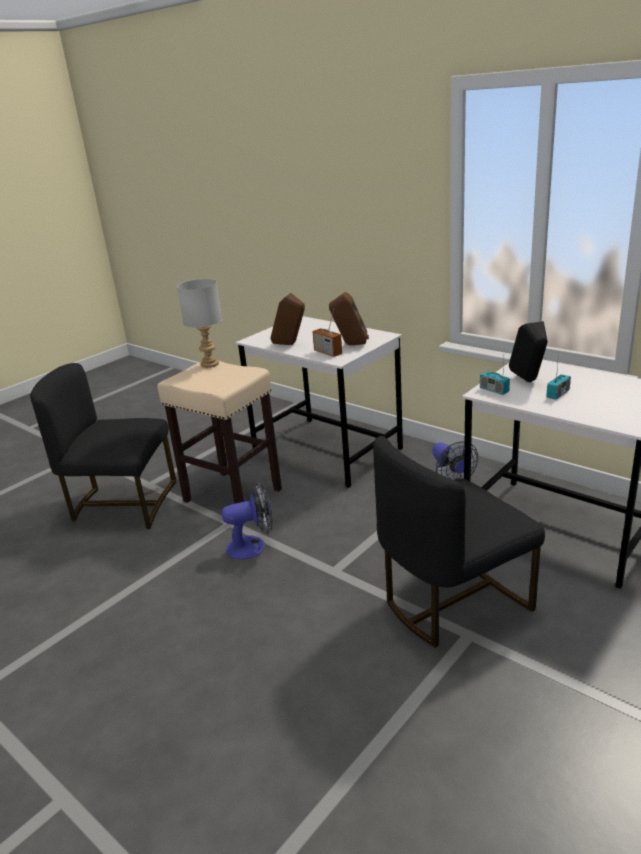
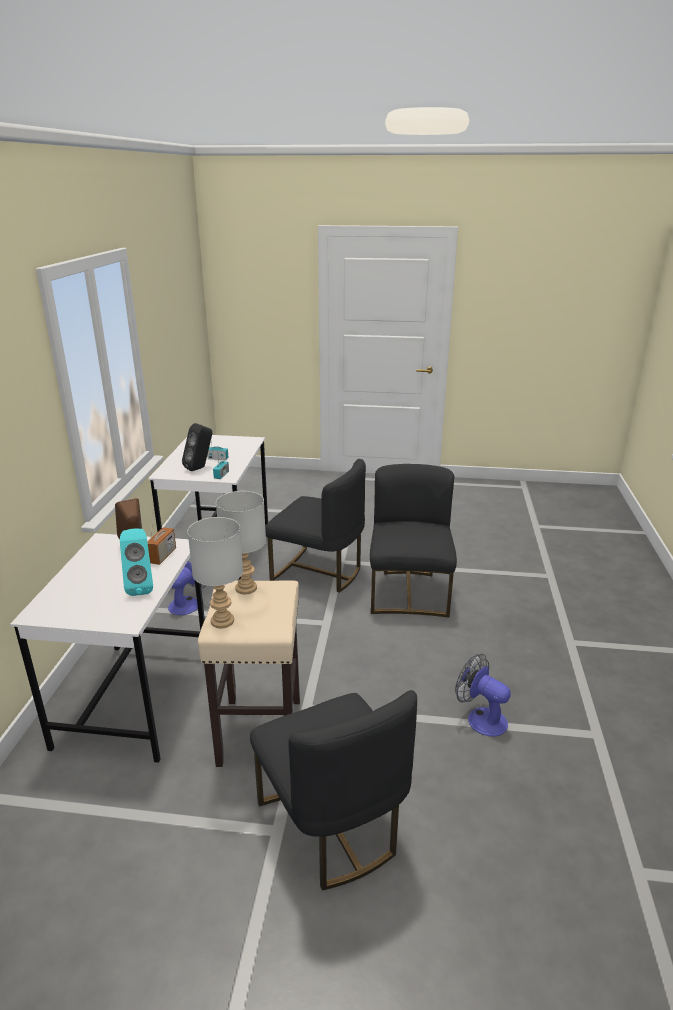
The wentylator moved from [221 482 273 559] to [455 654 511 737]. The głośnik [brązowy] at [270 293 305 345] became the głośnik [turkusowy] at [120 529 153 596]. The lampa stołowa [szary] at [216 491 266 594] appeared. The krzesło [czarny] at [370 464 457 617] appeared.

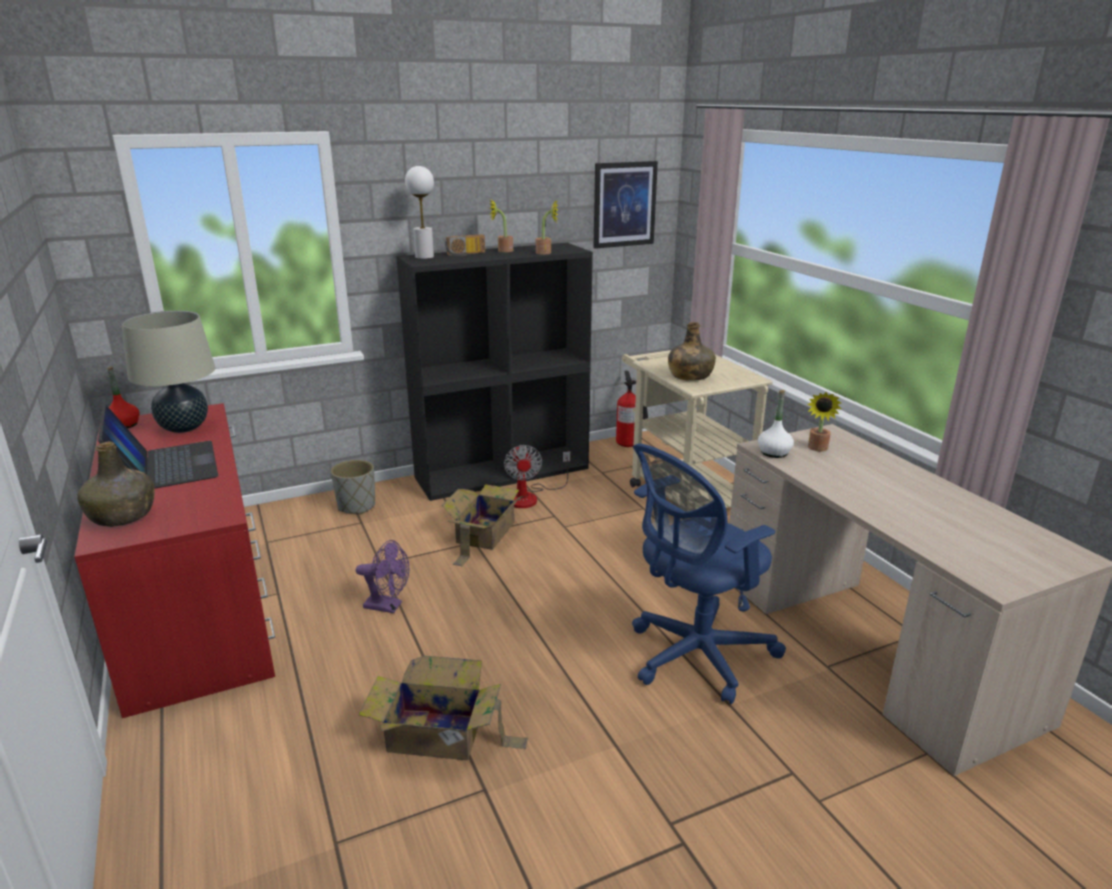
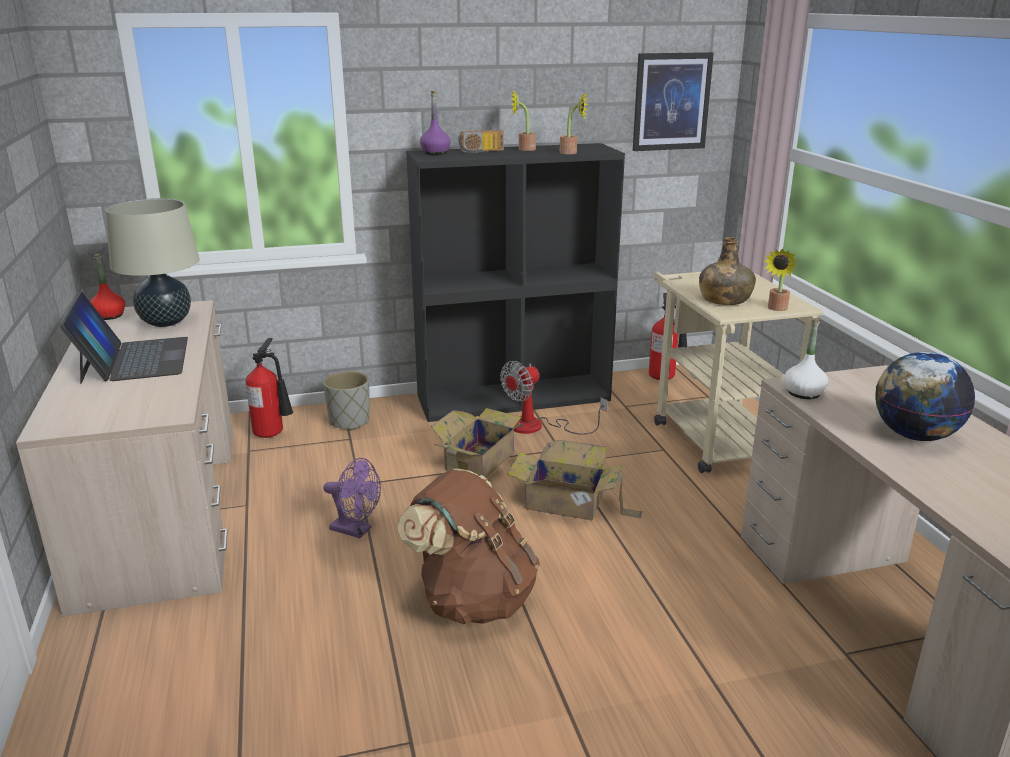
The biurko [czerwony] at [74 403 275 718] became the biurko [beżowy] at [16 300 233 617]. The butelka [zielony] at [77 441 155 527] disappeared. The karton moved from [359 656 528 760] to [507 440 642 520]. The lampa stołowa [biały] at [405 166 434 259] was replaced by the butelka [fioletowy] at [420 91 451 155]. The wentylator at [504 445 570 508] turned 45 degrees clockwise. The krzesło biurowe [niebieski] at [632 443 786 704] disappeared. The roślina doniczkowa moved from [807 392 842 452] to [763 249 797 311]. The gaśnica at [246 338 293 438] appeared. The plecak [brązowy] at [397 469 540 625] appeared. The globus at [875 352 975 441] appeared.

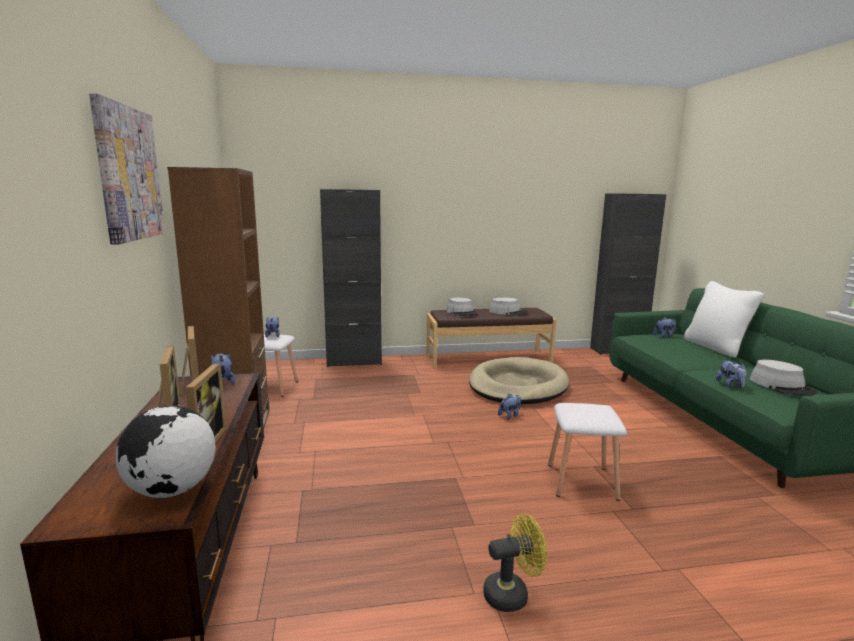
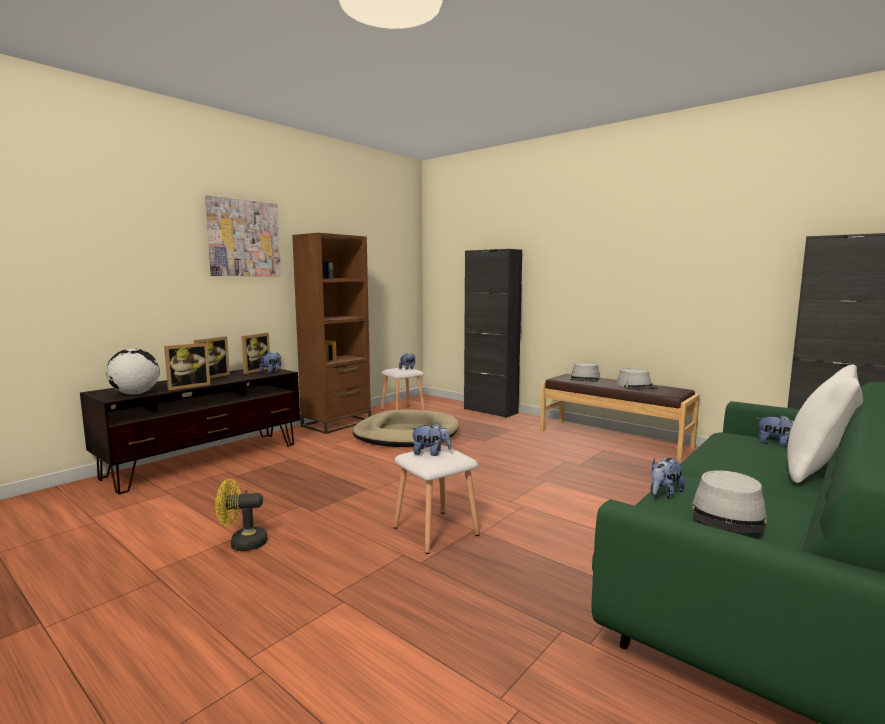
The legowisko [beżowy] moved from [469 357 569 404] to [353 409 459 447]. The wentylator [żółty] at [483 514 547 612] turned 135 degrees clockwise. The pluszak moved from [498 394 521 420] to [411 423 451 456].

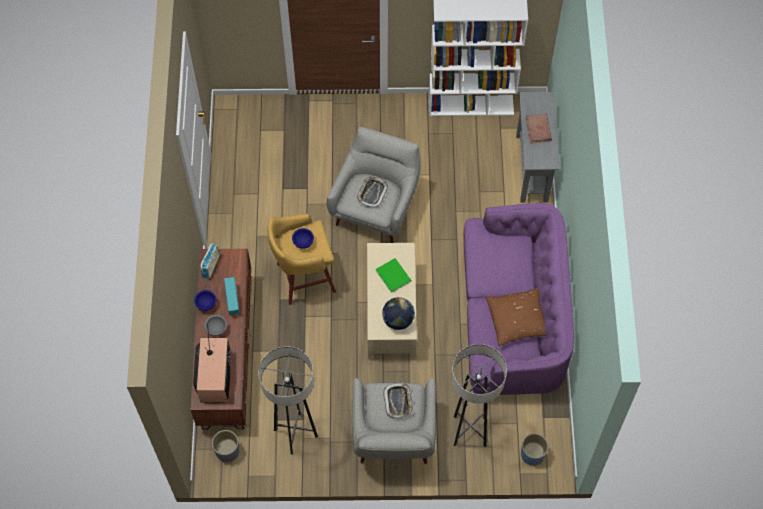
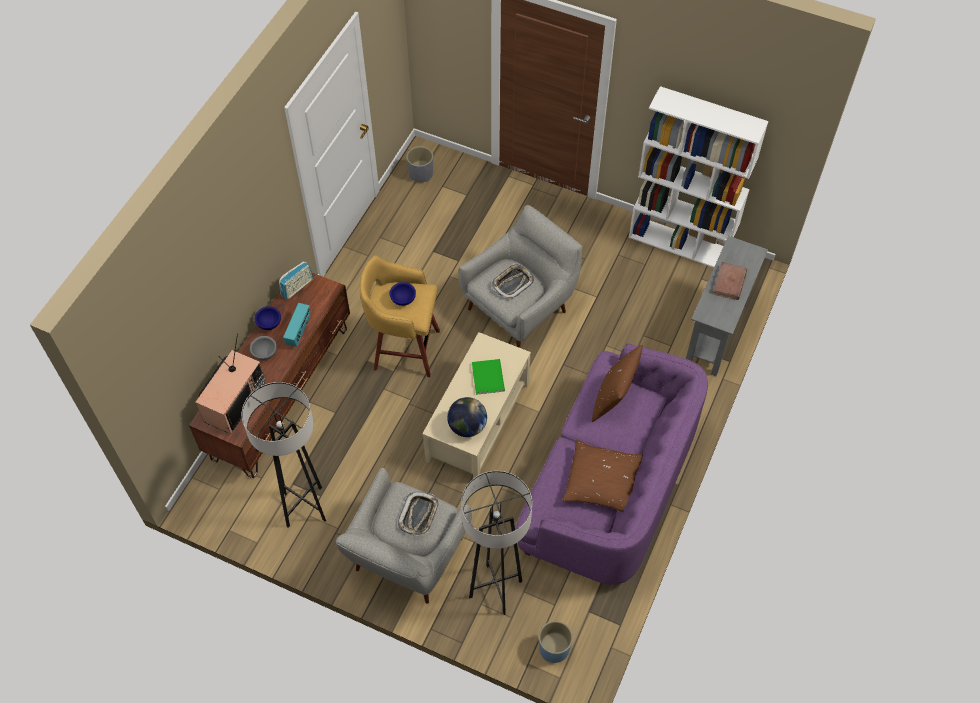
The donica [szary] moved from [212 430 240 462] to [406 146 433 182]. The poduszka [brązowy] at [592 345 642 422] appeared.

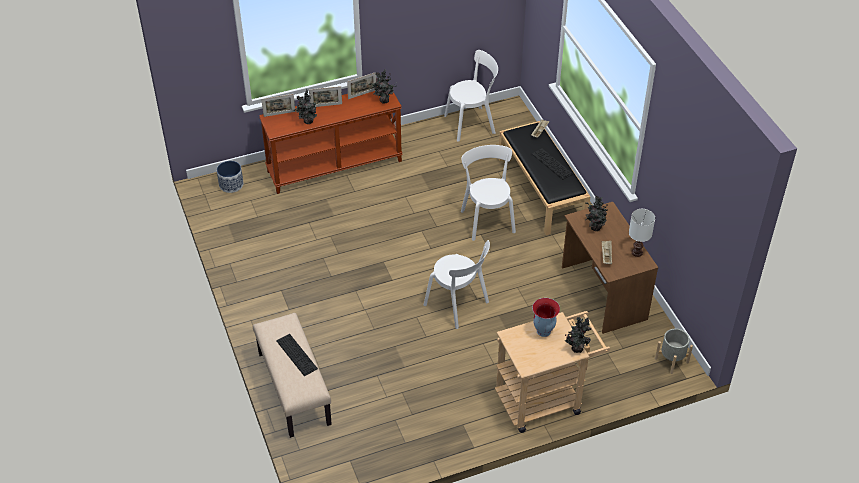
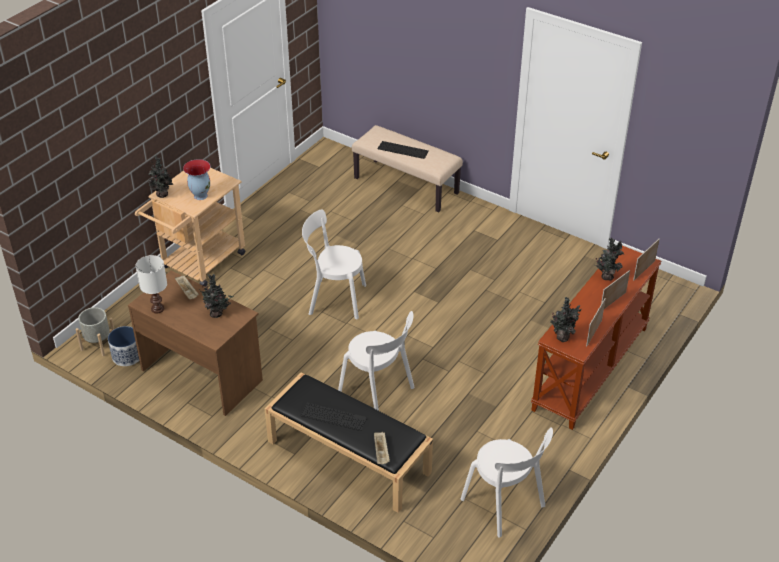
The donica moved from [217 161 243 193] to [108 326 139 366]. The krzesło [biały] at [444 50 498 142] turned 75 degrees counterclockwise.

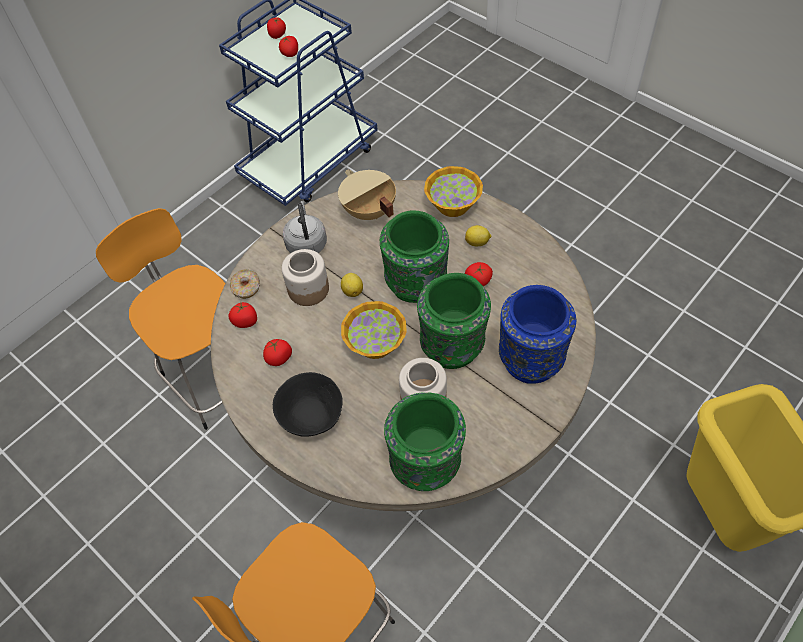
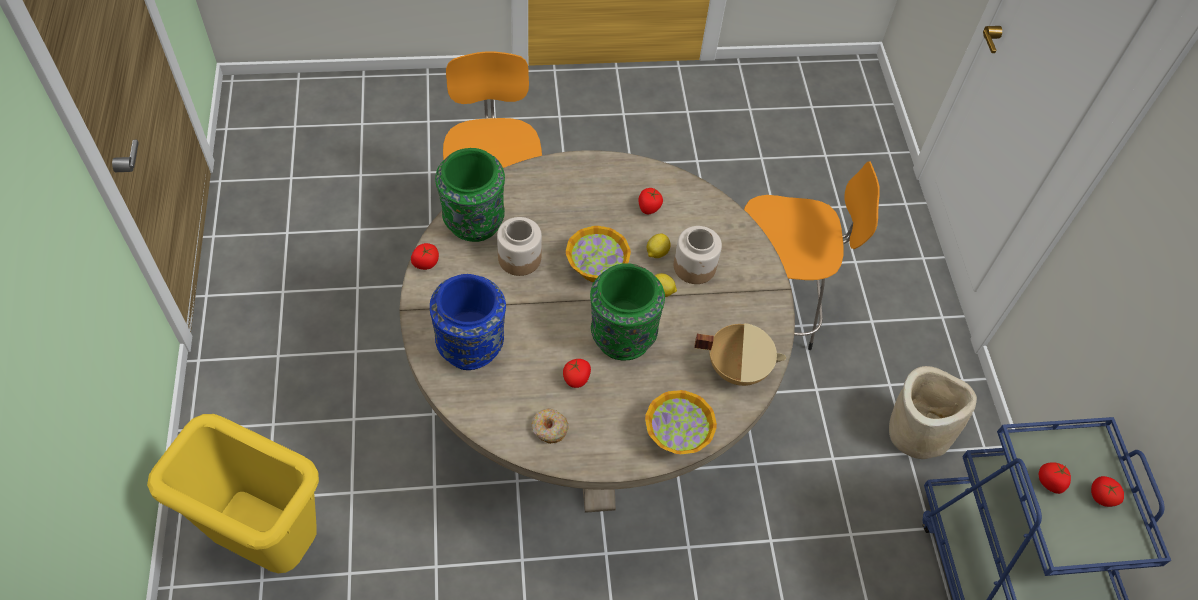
The pomidor moved from [228 302 257 328] to [411 243 439 270]. The donut moved from [230 269 260 299] to [532 409 569 444]. The miska [czarny] at [273 372 343 437] disappeared. The czajnik [szary] at [283 201 327 253] disappeared. The wazon [zielony] at [417 273 491 369] disappeared. The cytryna moved from [465 225 491 246] to [647 233 671 258]. The donica [beżowy] at [889 366 977 459] appeared.

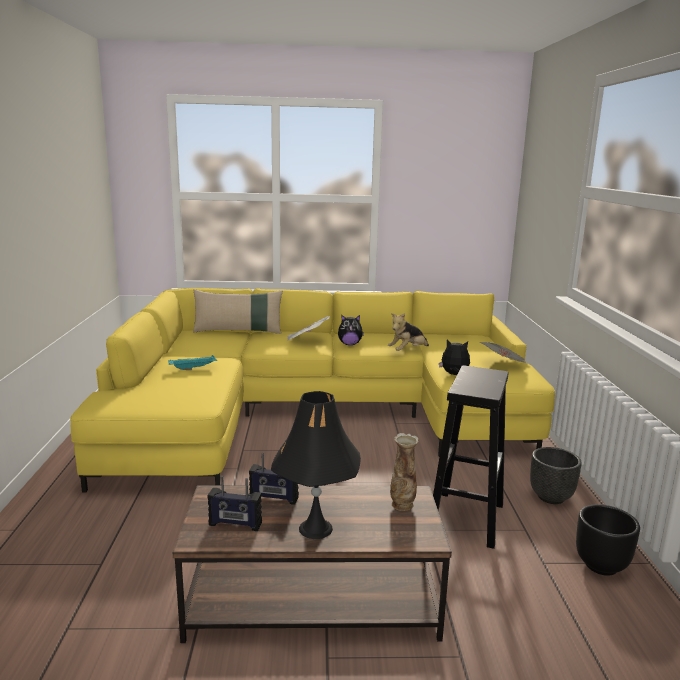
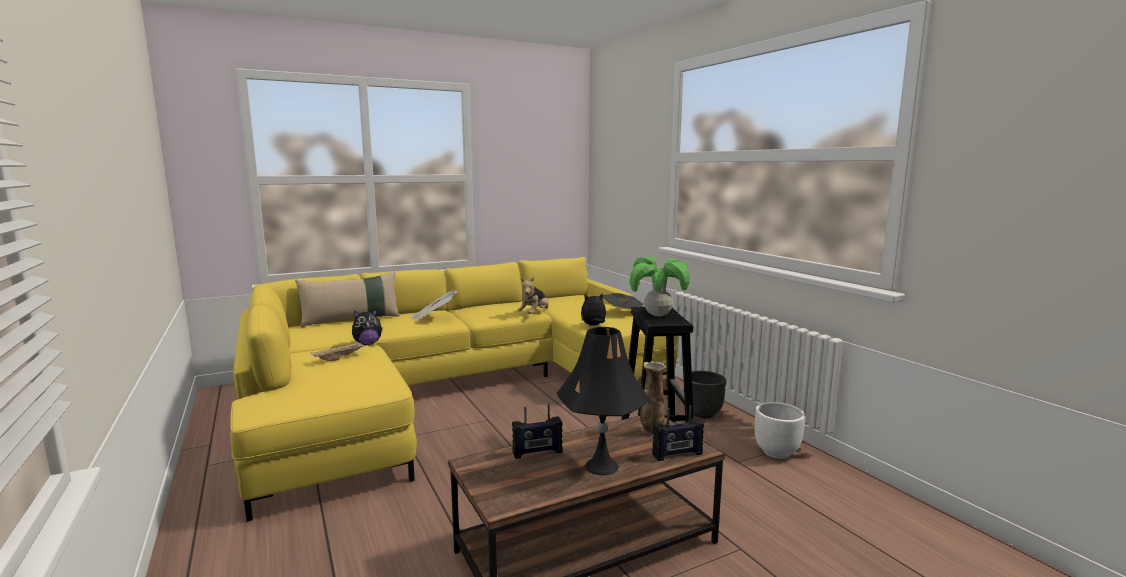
The taca [turkusowy] at [168 355 218 370] became the taca [beżowy] at [311 341 367 361]. The radio moved from [207 476 262 531] to [652 405 704 461]. The pluszak moved from [338 315 364 345] to [352 308 383 345]. The donica [czarny] at [576 504 640 576] became the donica [biały] at [755 402 805 459]. The roślina doniczkowa at [630 256 689 317] appeared.

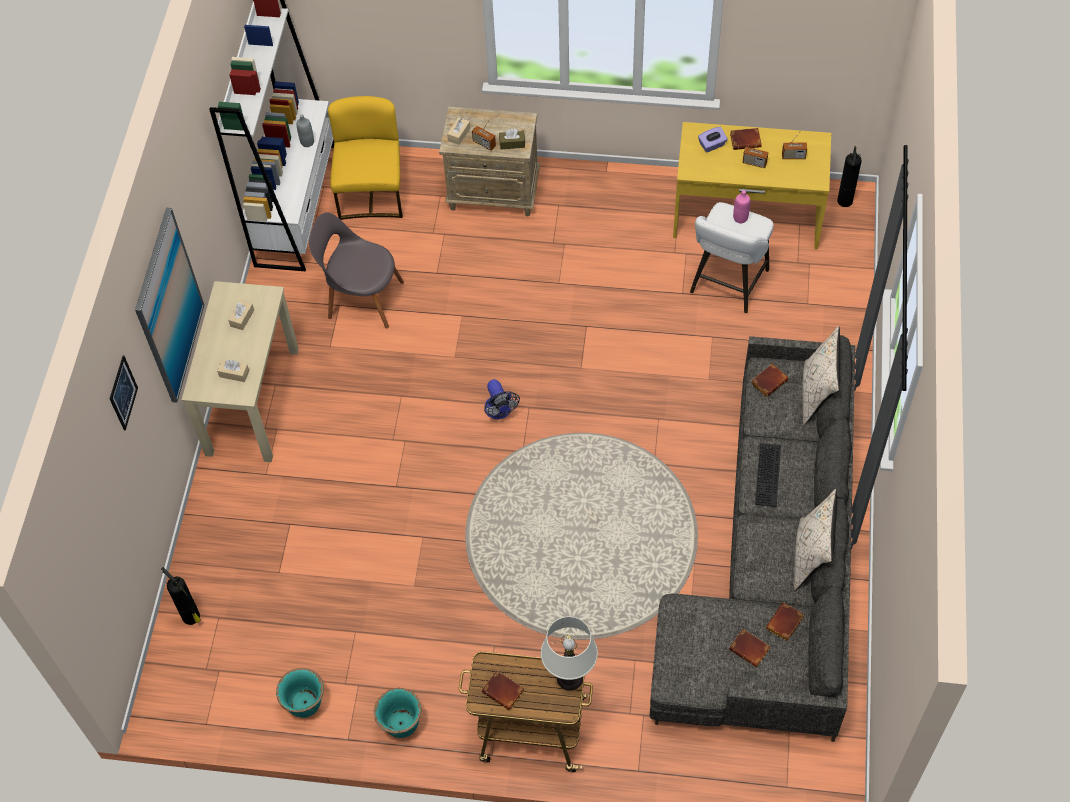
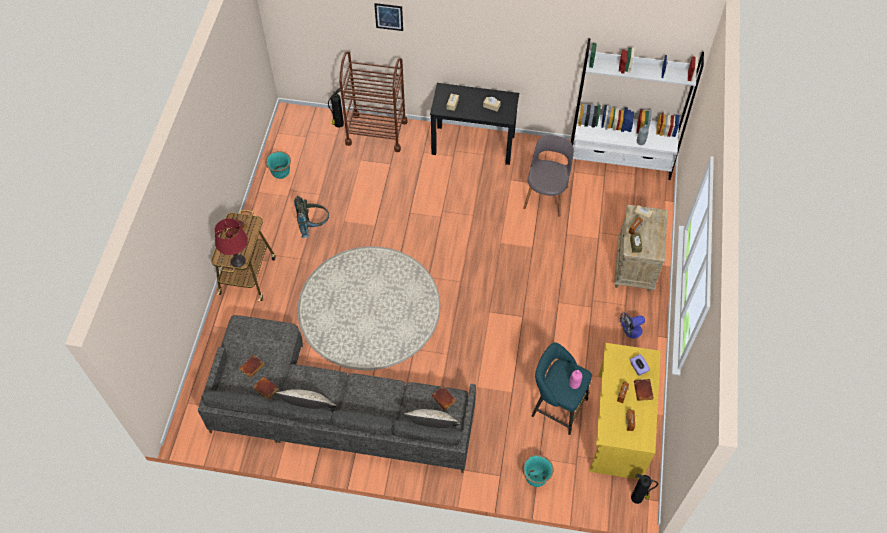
The obraz at [135 208 204 403] disappeared. The biurko [beżowy] at [182 281 299 462] became the biurko [czarny] at [430 83 519 165]. The krzesło [żółty] at [328 96 403 220] disappeared. The donica [turkusowy] moved from [374 688 422 738] to [523 454 553 487]. The wentylator moved from [484 379 520 419] to [620 312 645 339]. The lampa stołowa [biały] at [541 616 598 691] became the lampa stołowa [czerwony] at [215 218 248 267]. The stołek [biały] at [690 202 774 313] became the stołek [turkusowy] at [531 342 592 435]. The klawiatura at [755 443 781 507] disappeared. The plecak [szary] at [294 196 329 238] appeared. The wózek [brązowy] at [339 52 408 152] appeared.

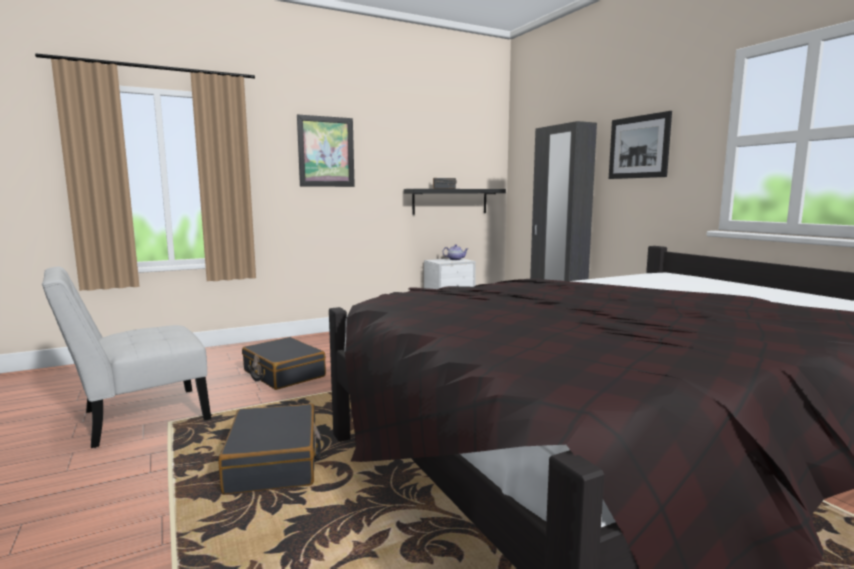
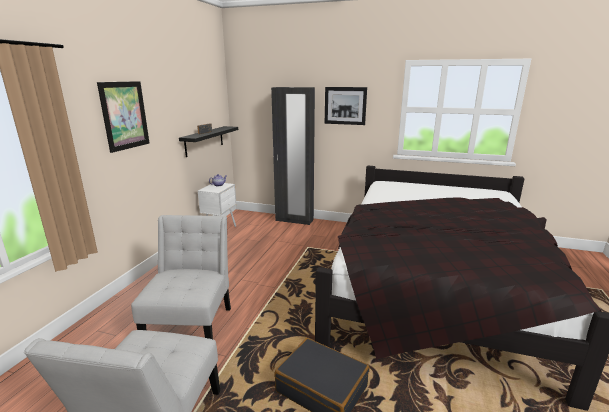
The walizka [czarny] at [242 337 326 390] was replaced by the krzesło [biały] at [131 215 231 339].

